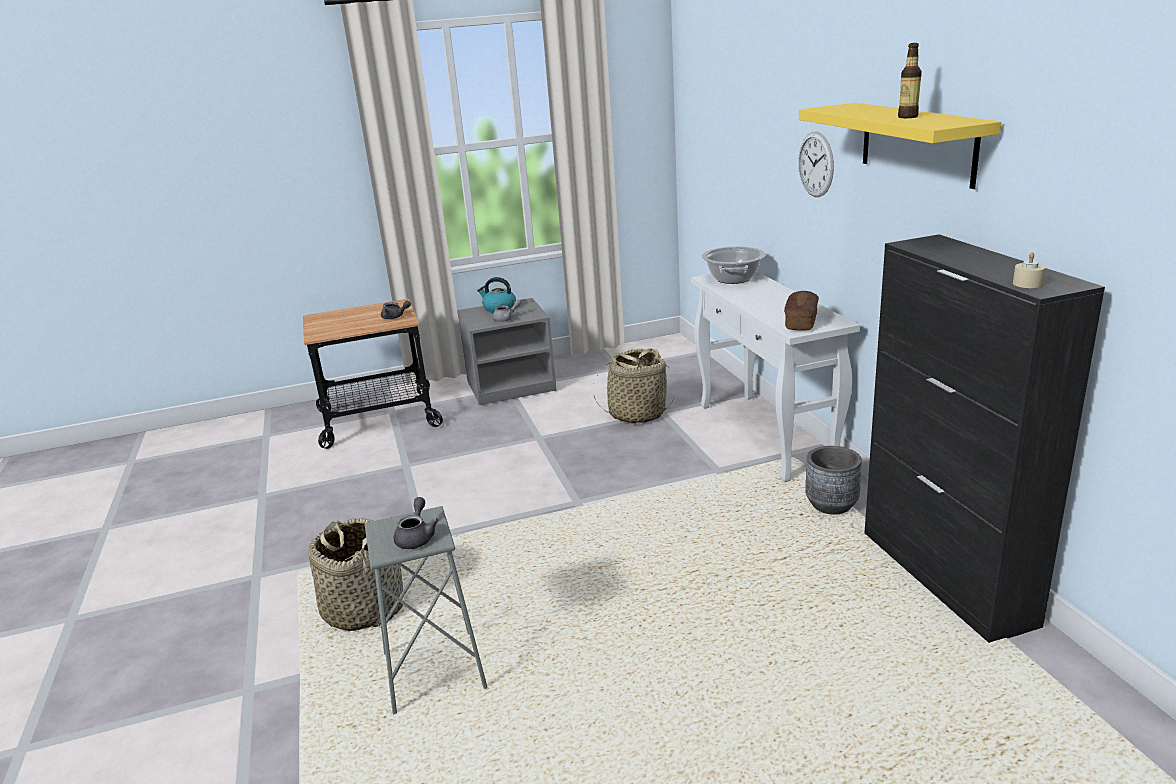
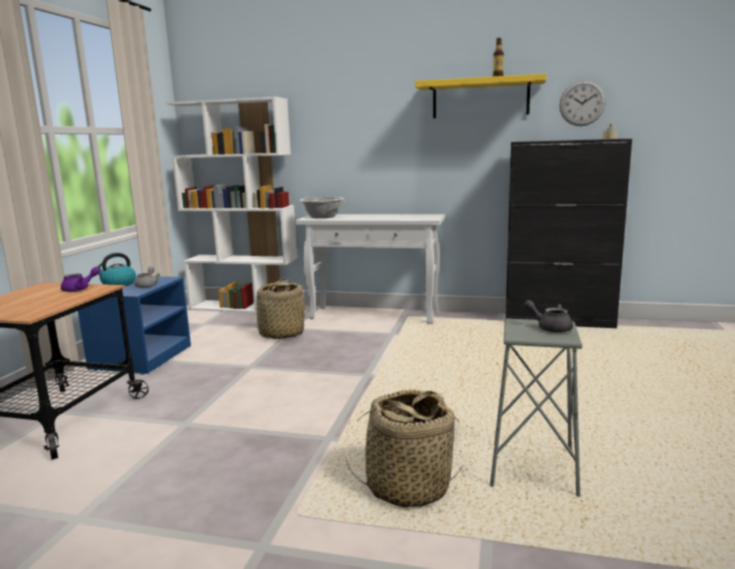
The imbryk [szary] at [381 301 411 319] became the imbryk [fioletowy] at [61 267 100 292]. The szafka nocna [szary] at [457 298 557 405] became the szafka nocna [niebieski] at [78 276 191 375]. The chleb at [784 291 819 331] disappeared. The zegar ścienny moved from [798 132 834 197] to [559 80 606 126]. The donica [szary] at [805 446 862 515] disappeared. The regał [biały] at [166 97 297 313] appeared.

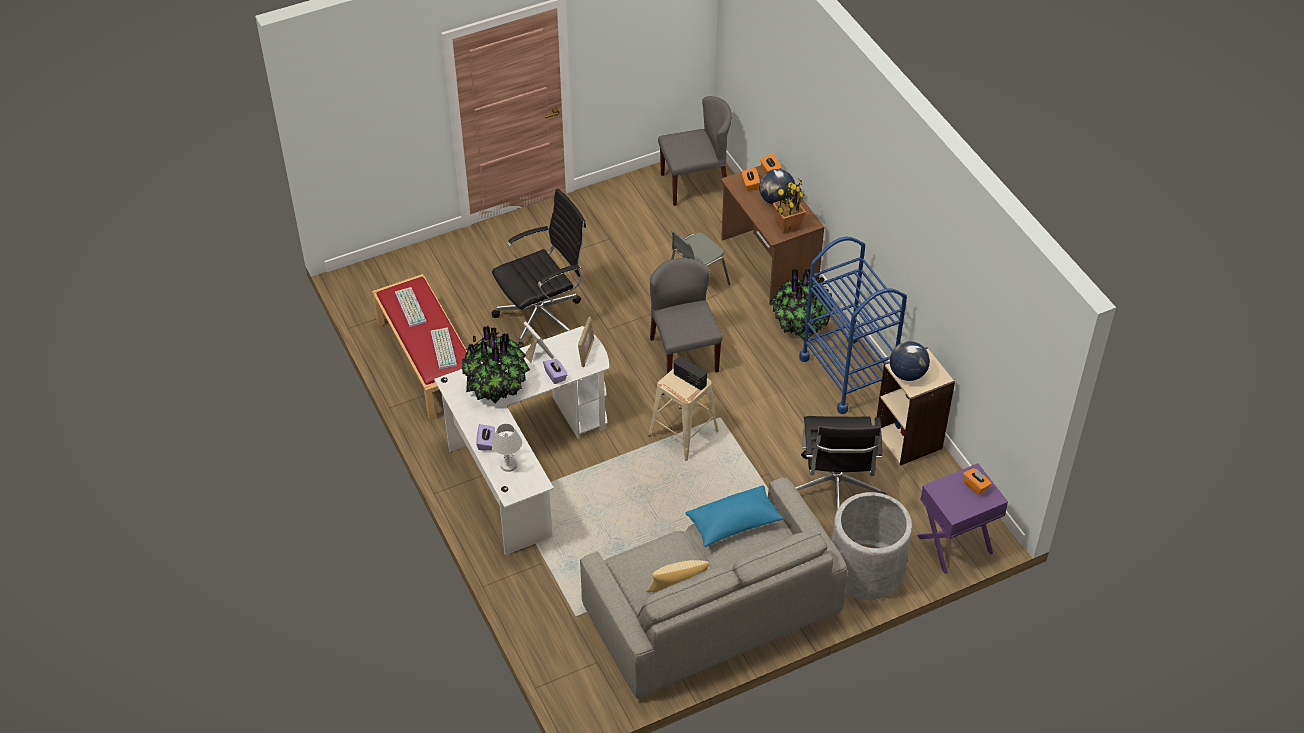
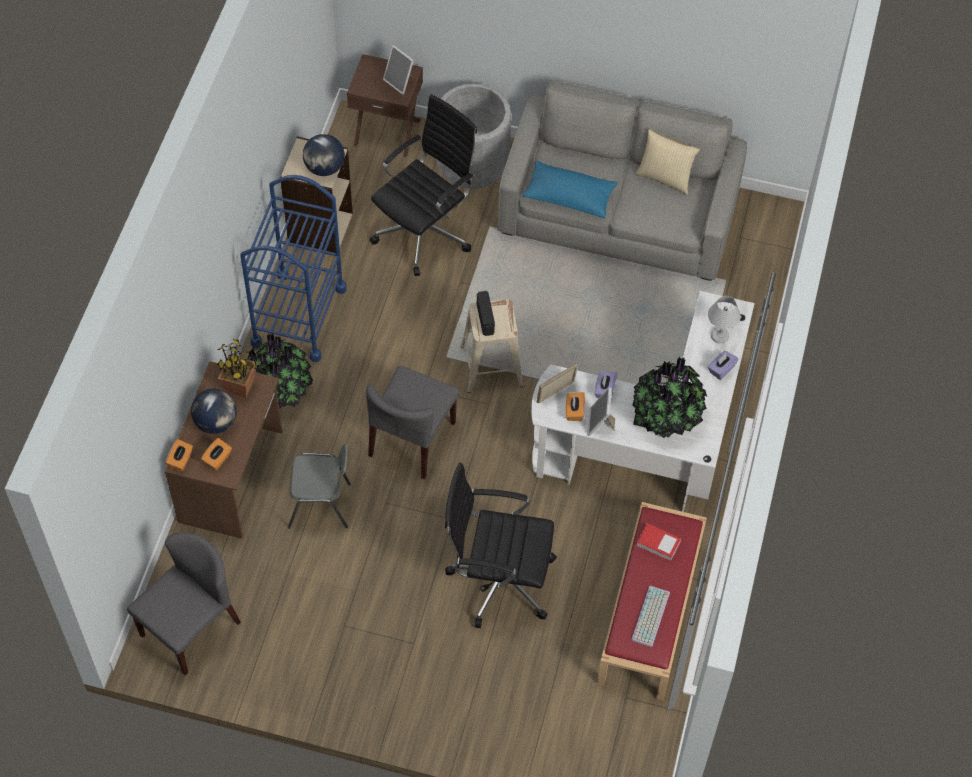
The klawiatura at [431 328 457 369] was replaced by the książka at [636 523 681 561]. The krzesło [szary] at [658 96 732 206] turned 105 degrees clockwise. The szafka nocna [fioletowy] at [917 463 1008 574] became the szafka nocna [brązowy] at [347 54 423 157]. The pudełko chusteczek [pomarańczowy] moved from [963 468 992 495] to [566 392 585 421]. The ramka na zdjęcie at [383 45 414 95] appeared.

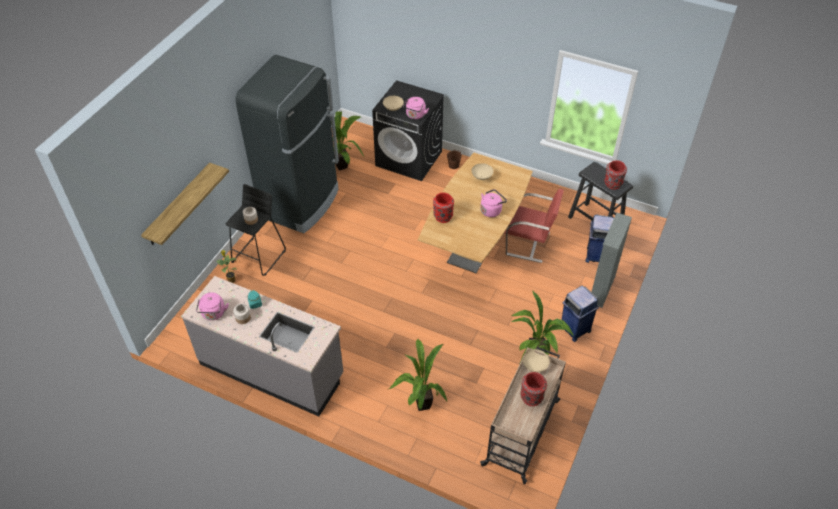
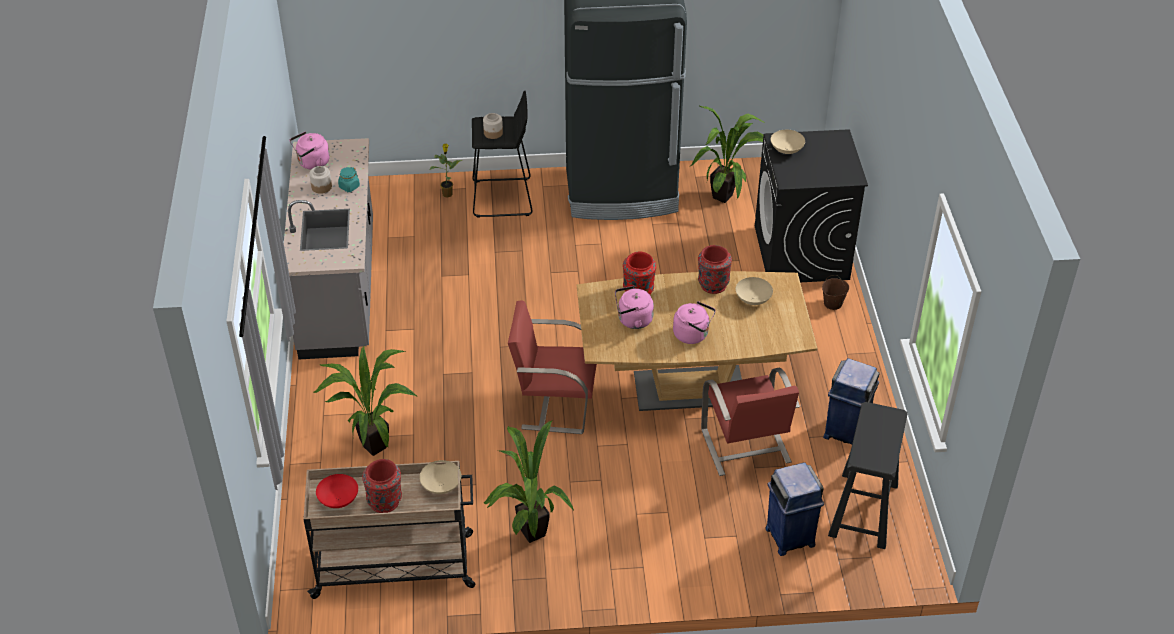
The półka at [141 163 229 245] disappeared. The czajnik [różowy] moved from [403 97 429 119] to [615 286 654 329]. The kosz na śmieci [niebieski] moved from [562 286 599 342] to [823 358 880 445]. The regał [szary] at [592 213 632 308] disappeared. The wazon [czerwony] moved from [604 160 627 190] to [698 245 732 294]. The miska [czerwony] at [316 474 358 508] appeared. The krzesło [czerwony] at [508 300 597 434] appeared.

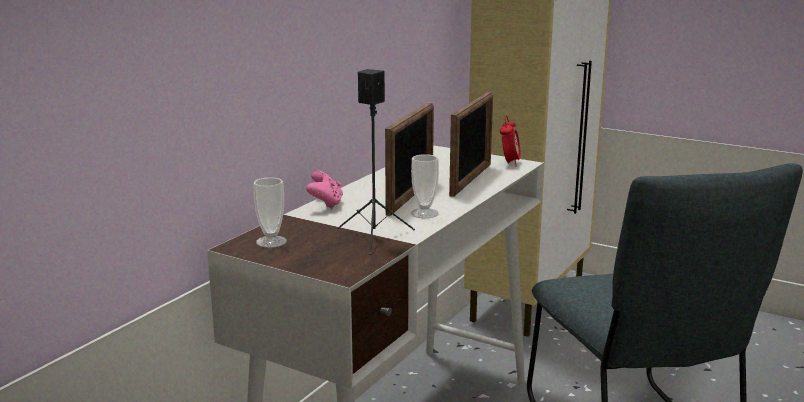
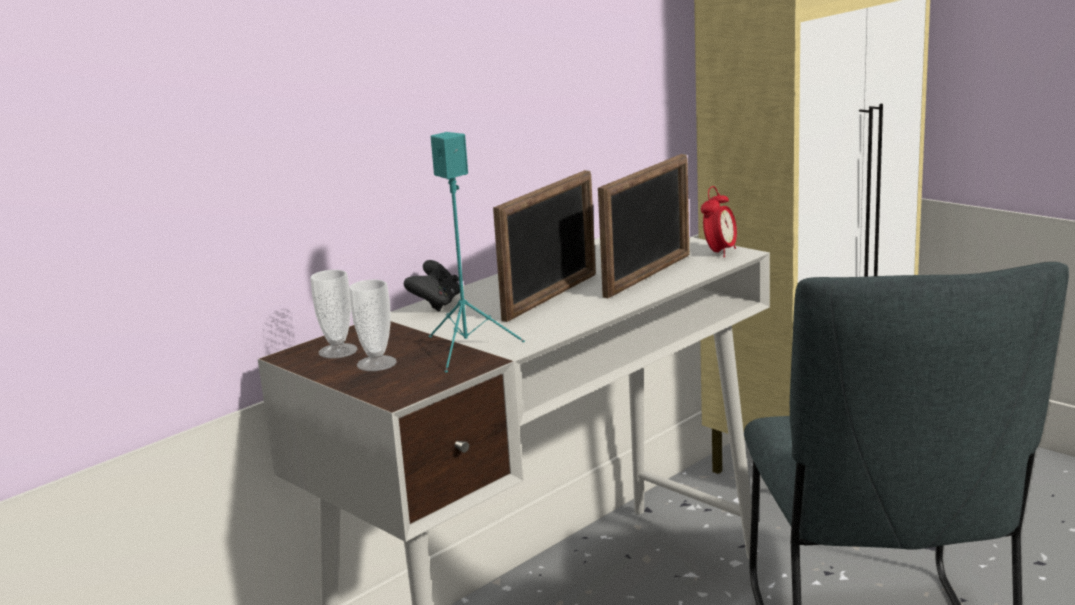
The pad do gier [różowy] at [306 170 343 209] became the pad do gier [czarny] at [404 260 460 311]. The głośnik [czarny] at [337 69 415 255] became the głośnik [turkusowy] at [429 132 525 373]. The filiżanka moved from [411 154 439 218] to [349 280 397 371].

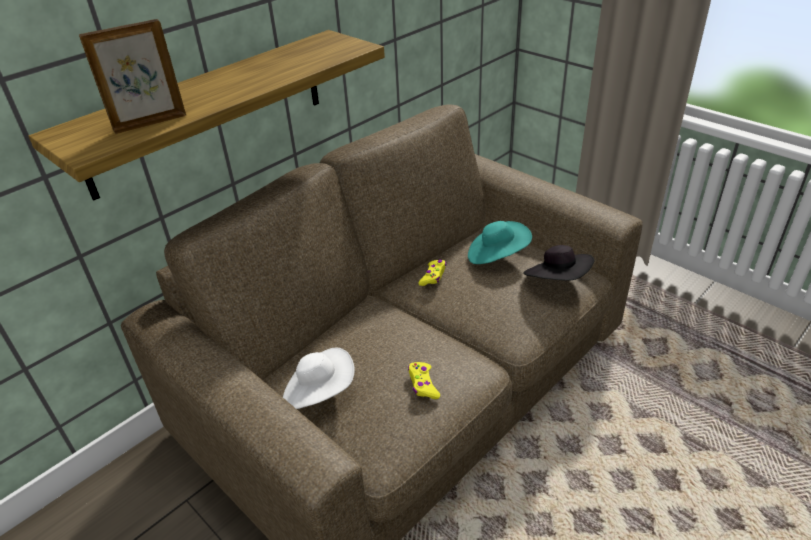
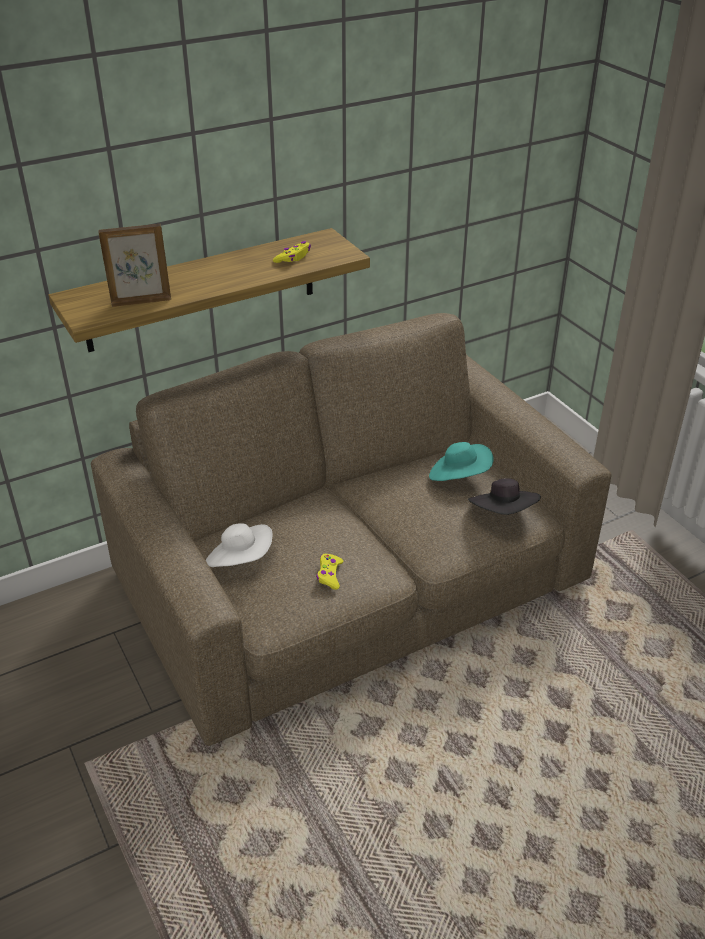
The pad do gier [żółty] moved from [418 260 446 286] to [273 241 311 263].

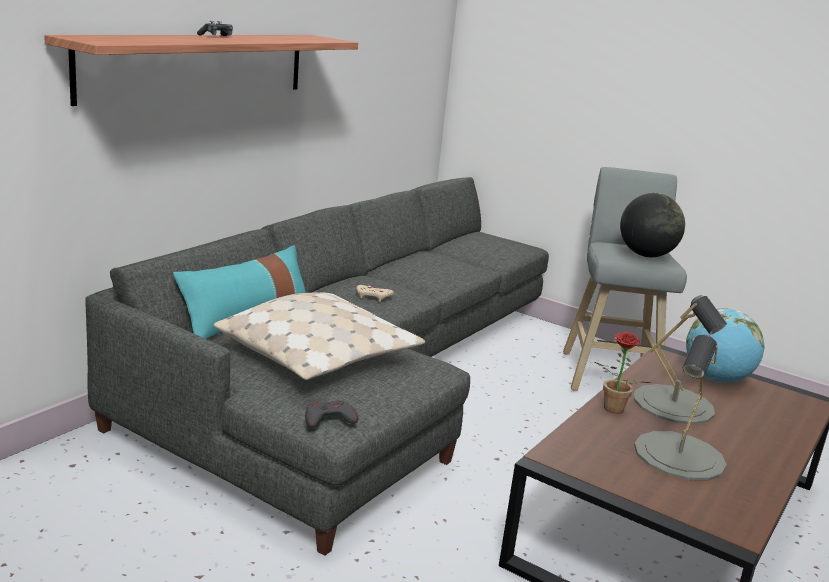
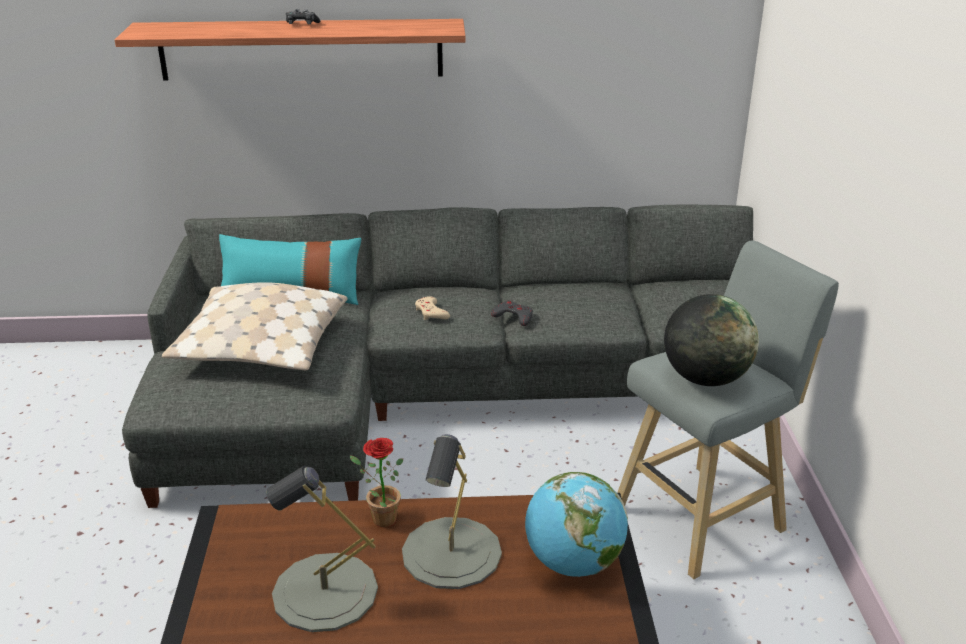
The pad do gier [szary] moved from [305 401 358 428] to [491 300 533 326].

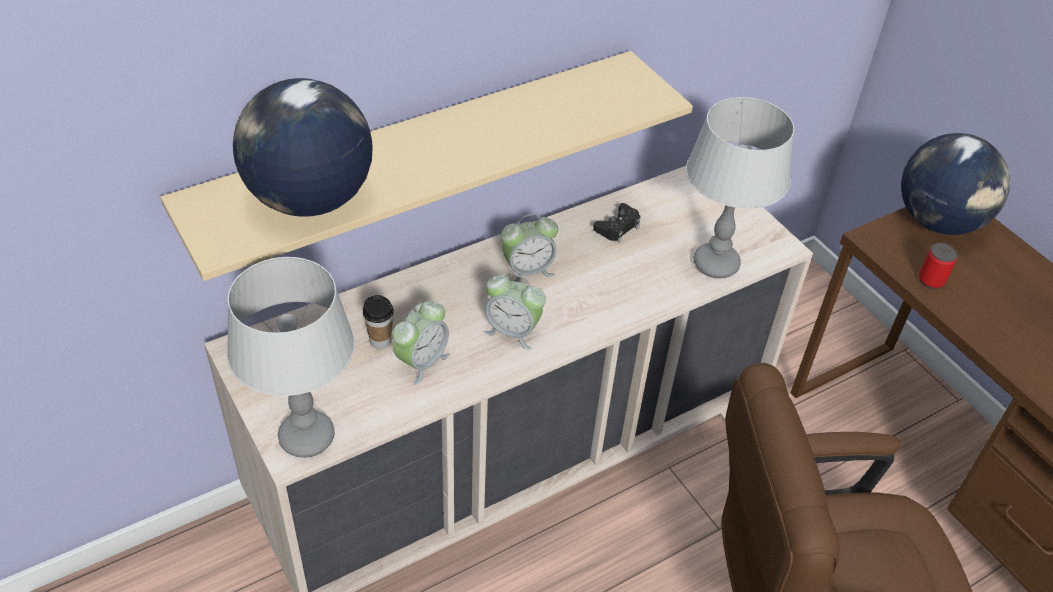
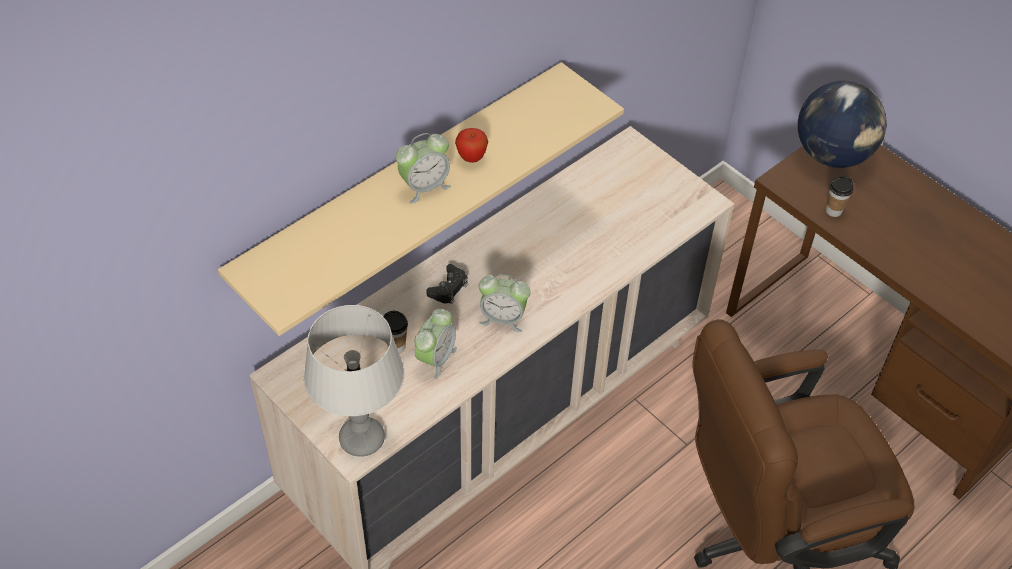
The globus at [233 78 372 217] disappeared. The budzik moved from [501 214 558 282] to [396 133 451 203]. The pad do gier [czarny] moved from [593 203 641 242] to [426 264 468 304]. The lampa stołowa [szary] at [686 97 794 278] disappeared. The puszka at [919 243 958 289] was replaced by the filiżanka at [826 176 854 217]. The jabłko at [455 128 488 163] appeared.

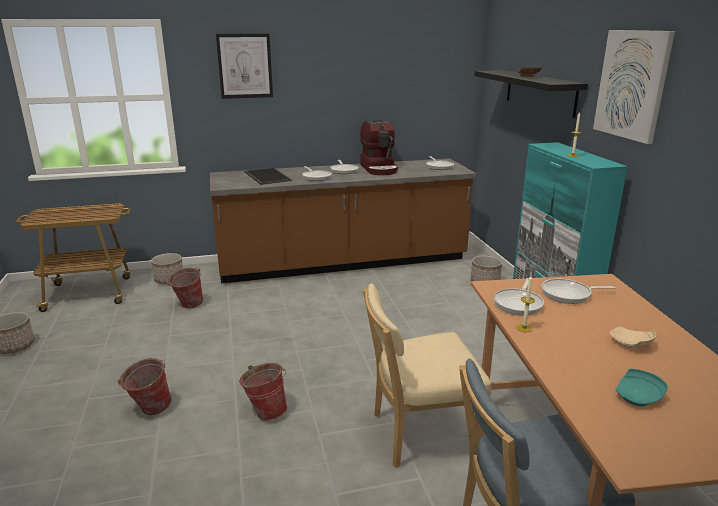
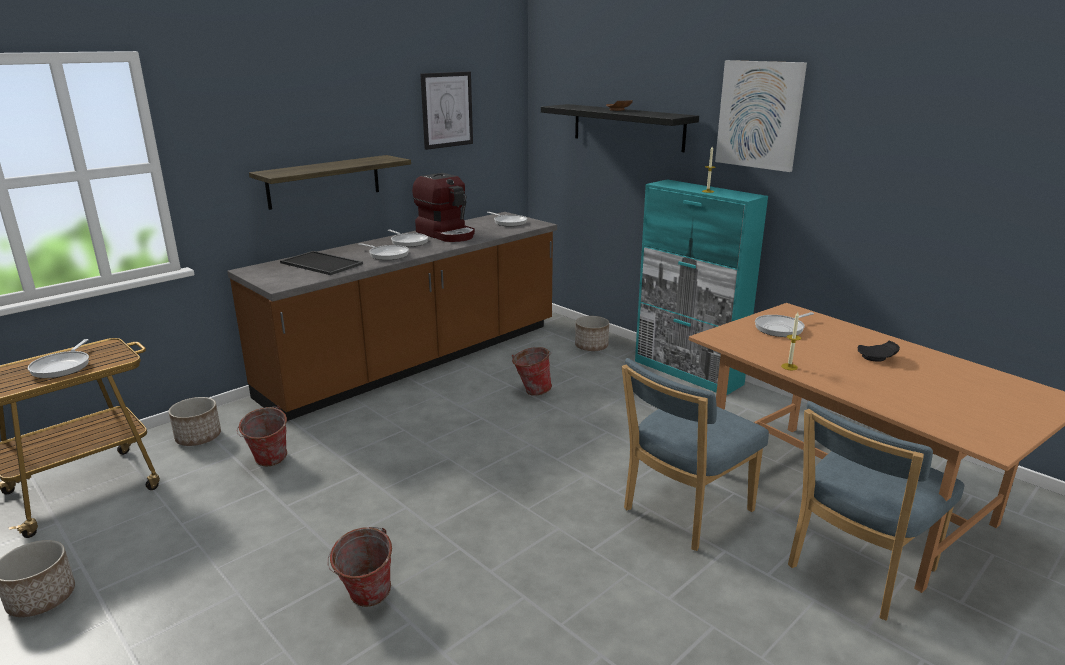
The obraz moved from [216 33 273 99] to [420 72 473 150]. The wiadro moved from [239 363 287 421] to [512 347 552 396]. The krzesło [beżowy] at [363 283 492 468] became the krzesło [niebieski] at [621 358 769 551]. The patelnia moved from [494 278 544 316] to [28 339 89 378]. The talerz [beżowy] at [610 327 656 348] became the talerz [czarny] at [858 341 900 362]. The talerz [turkusowy] at [615 368 668 406] disappeared. The półka at [249 155 411 210] appeared.

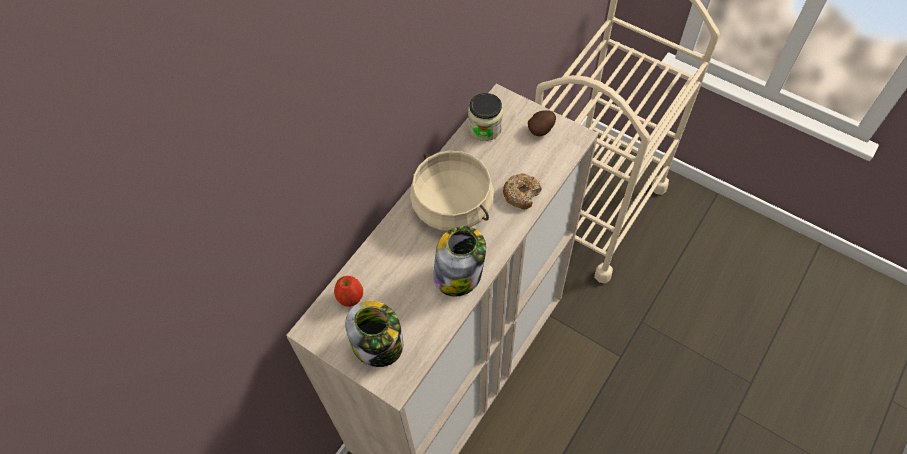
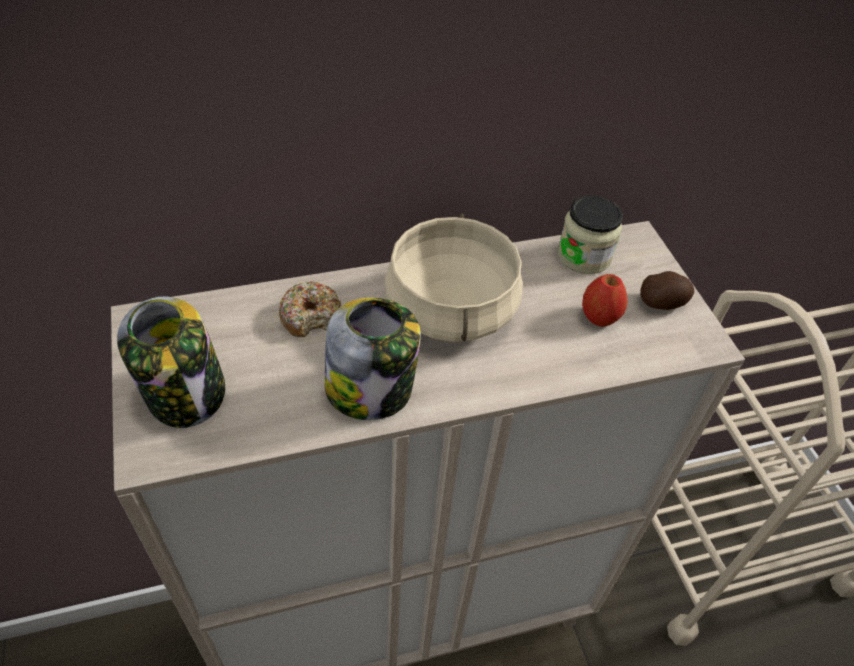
The jabłko moved from [334 276 363 307] to [582 274 628 327]. The donut moved from [503 174 542 209] to [279 281 342 337].

